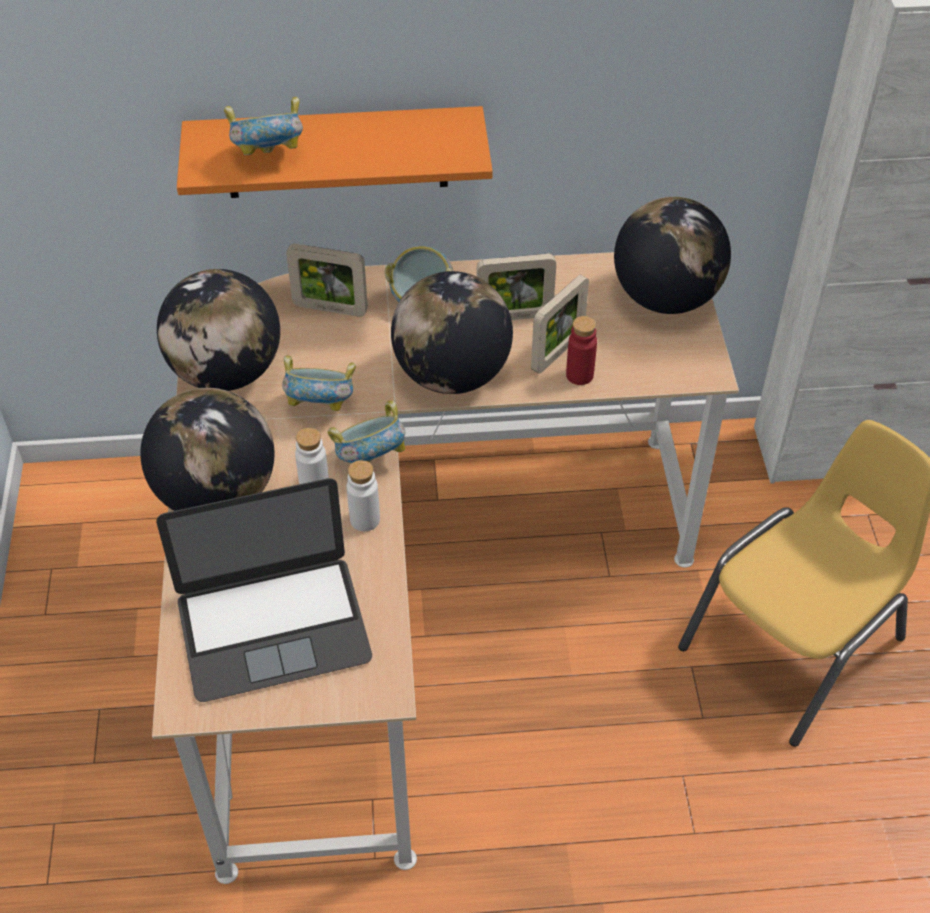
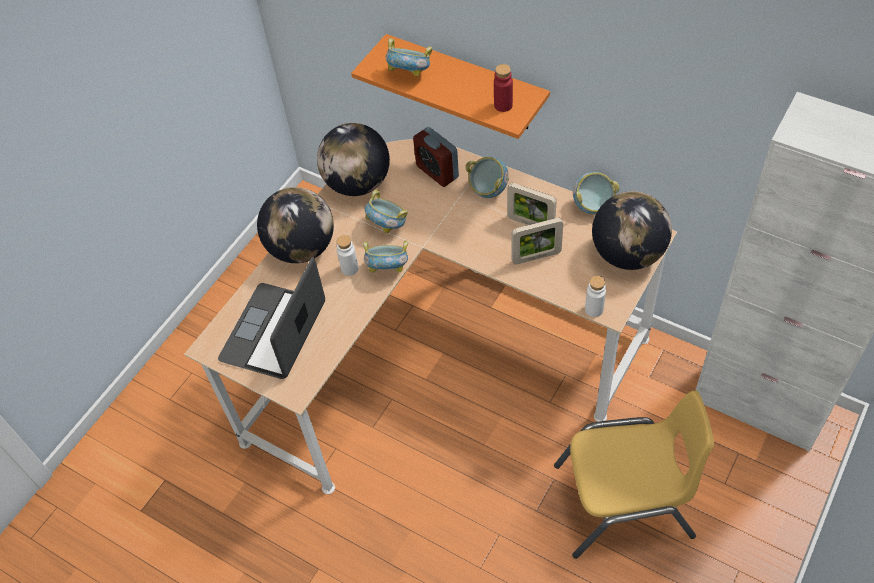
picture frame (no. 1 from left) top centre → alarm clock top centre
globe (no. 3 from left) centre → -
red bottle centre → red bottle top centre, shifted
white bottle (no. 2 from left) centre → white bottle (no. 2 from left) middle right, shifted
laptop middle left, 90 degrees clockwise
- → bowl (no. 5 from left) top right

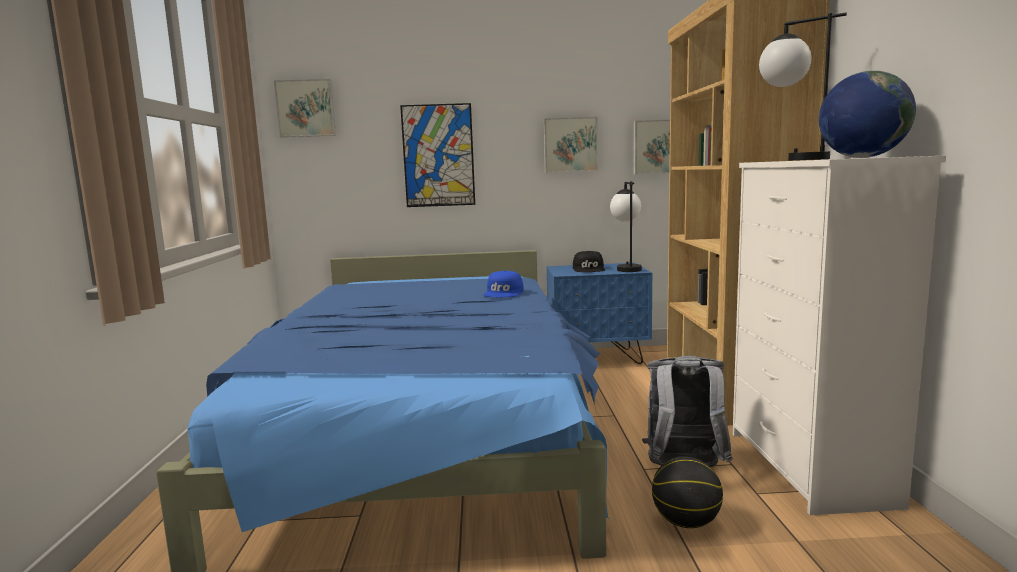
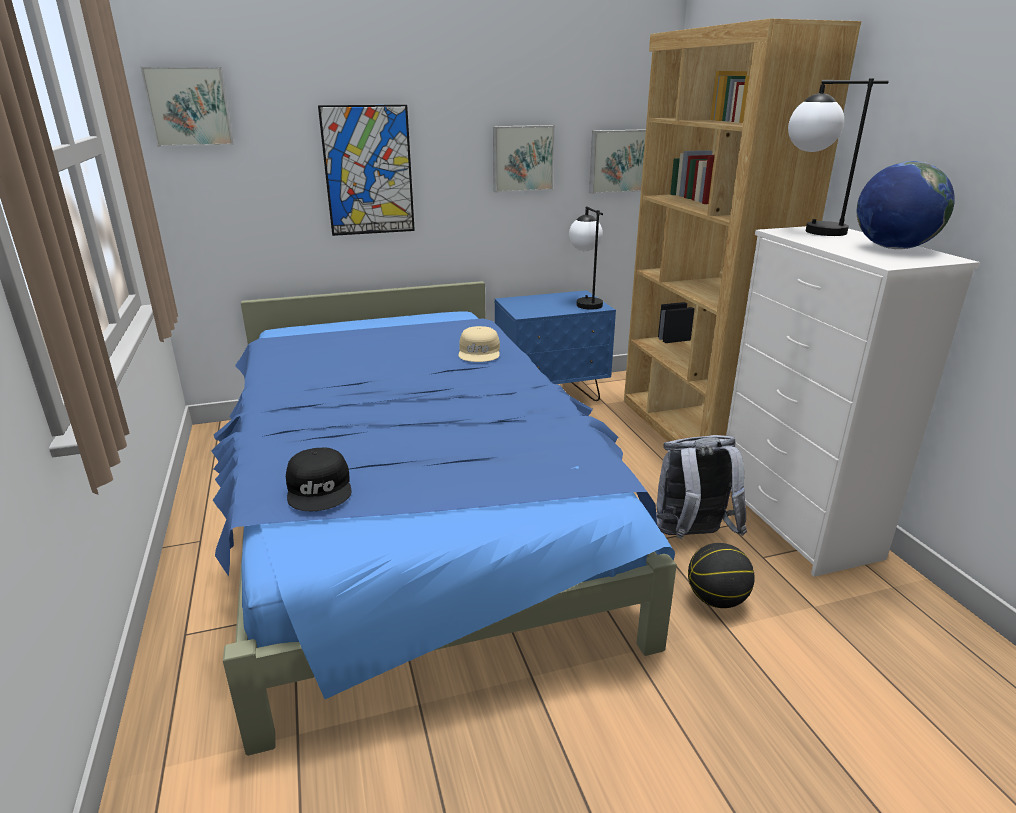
black cap centre → black cap middle left, shifted
blue cap centre → beige cap centre

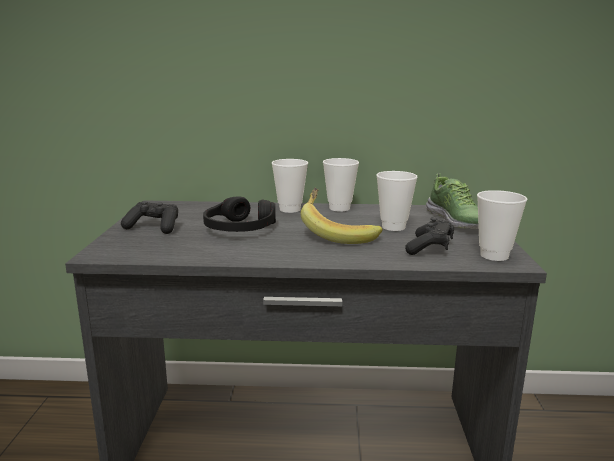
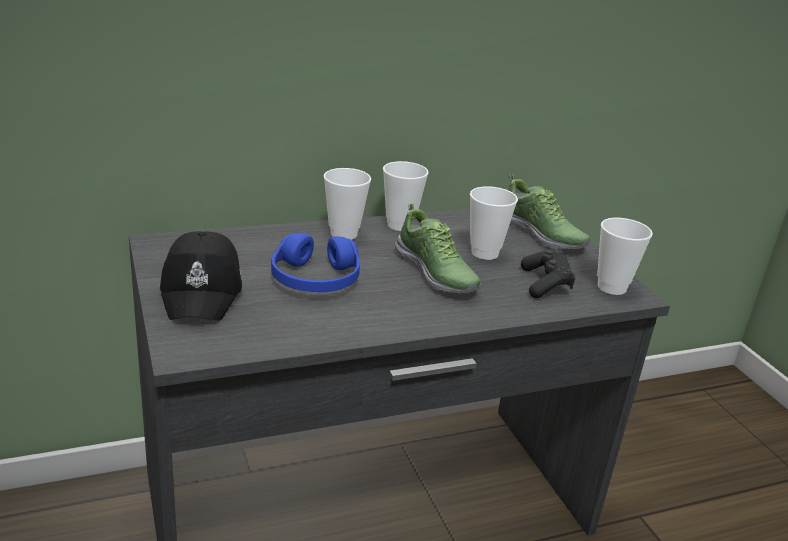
banana centre → shoe (no. 1 from left) centre
black headphones centre → blue headphones centre
black game controller (no. 1 from left) middle left → black cap middle left

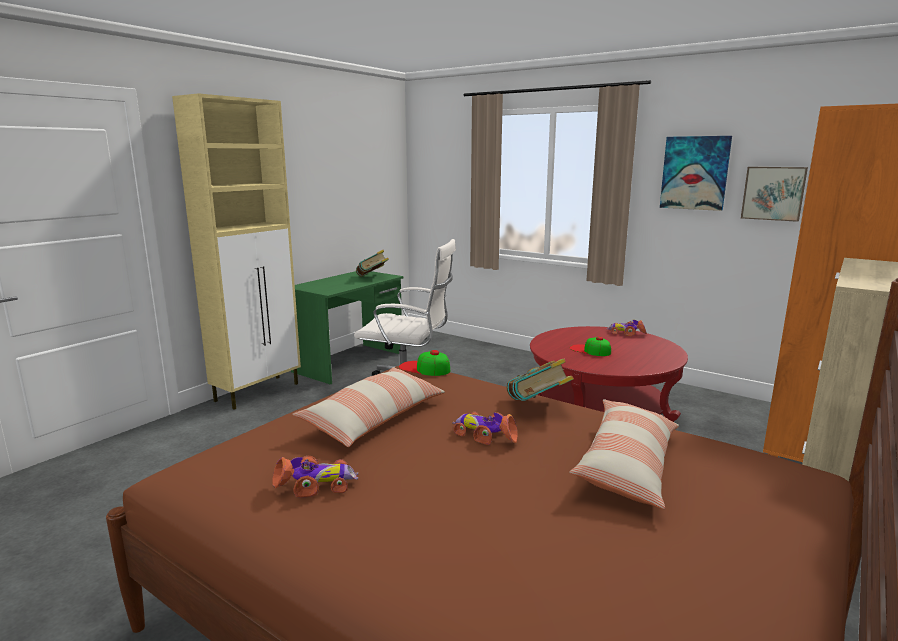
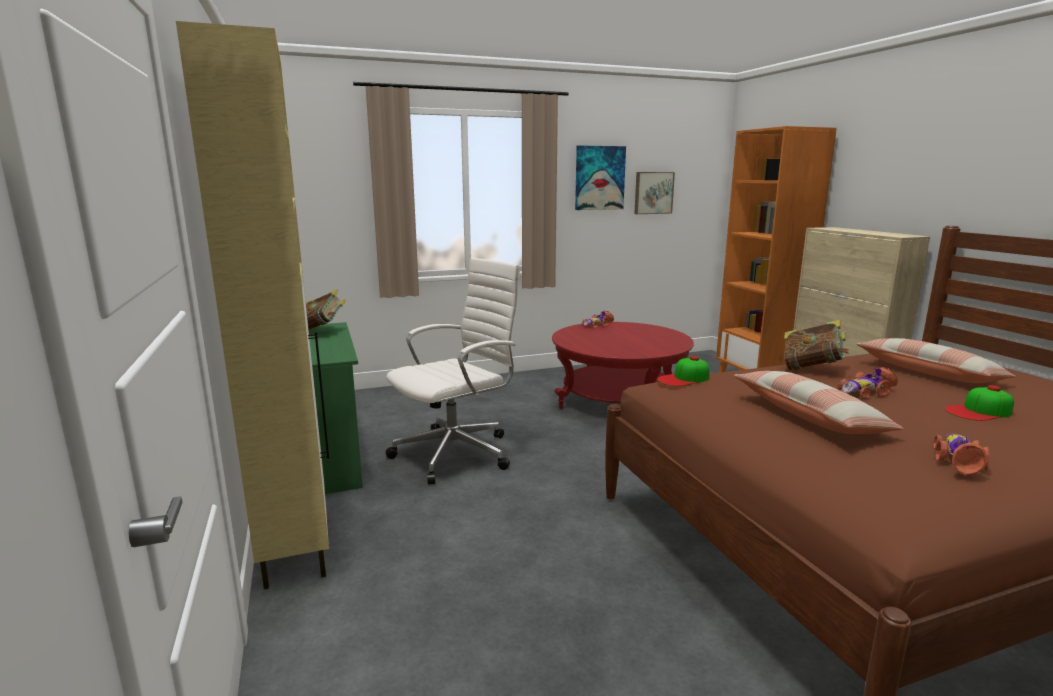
cap (no. 2 from left) centre → cap (no. 2 from left) middle right, shifted

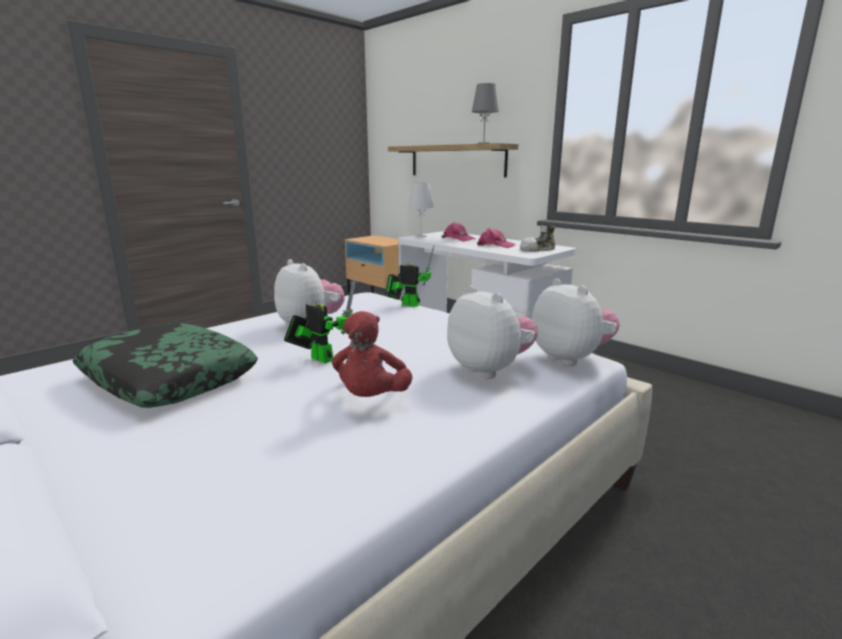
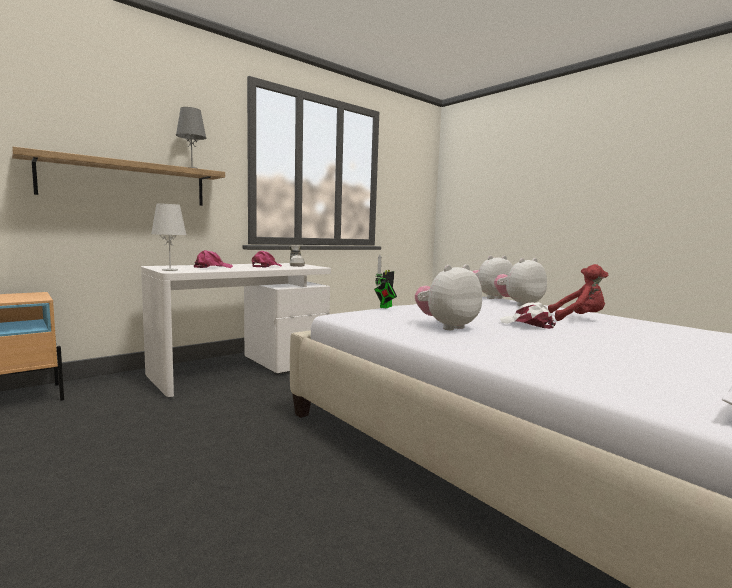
toy robot (no. 1 from left) centre → white cap middle right
pillow middle left → -

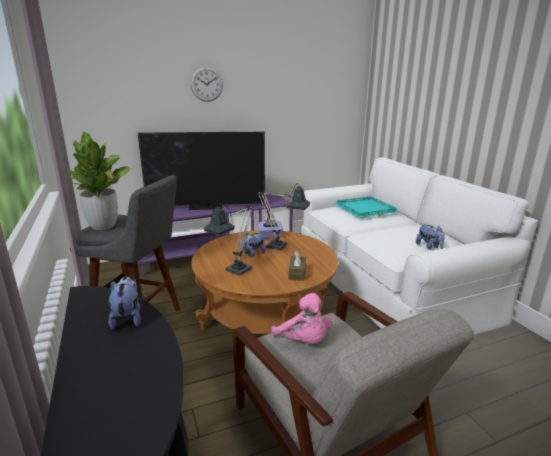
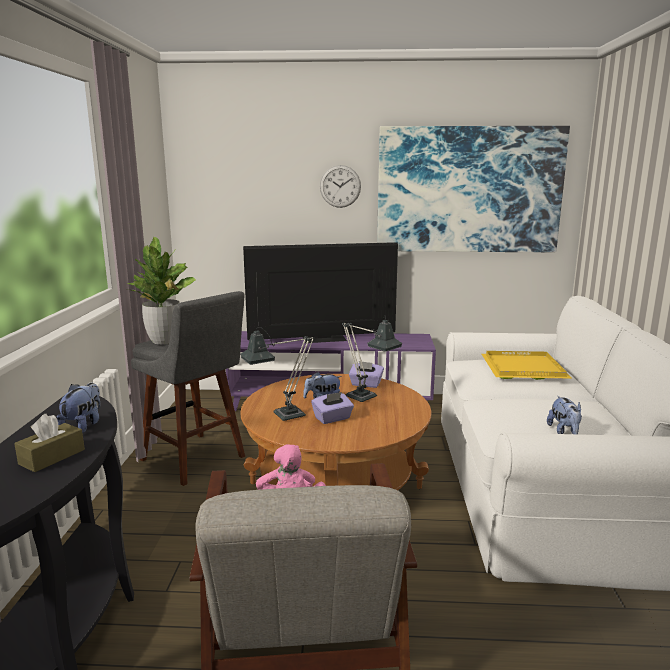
television centre, 150 degrees clockwise
turquoise tray centre → yellow tray middle right
brown tissue box centre → brown tissue box middle left, shifted
- → picture top right
- → purple tissue box (no. 1 from left) centre

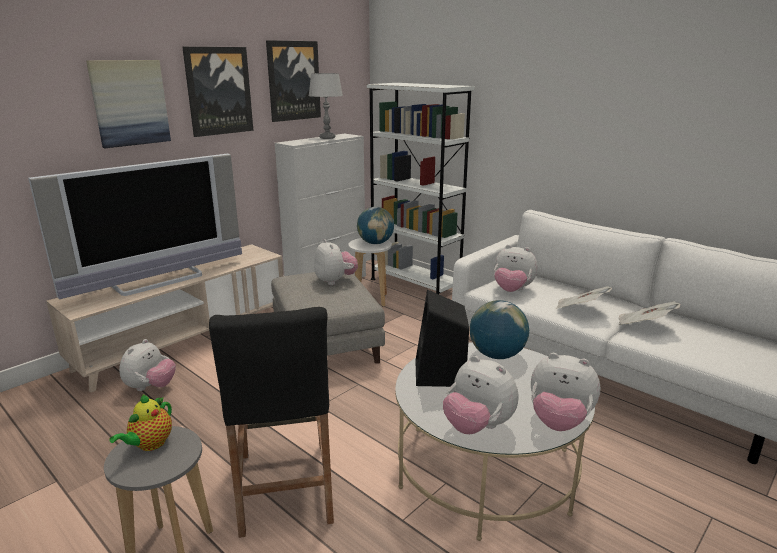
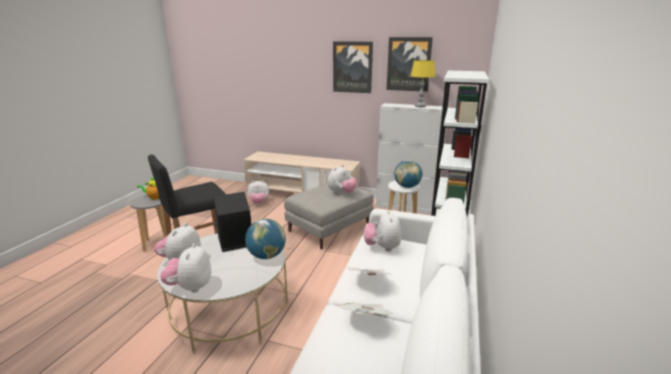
picture (no. 1 from left) top left → -
grey table lamp top centre → yellow table lamp top centre
television middle left → -

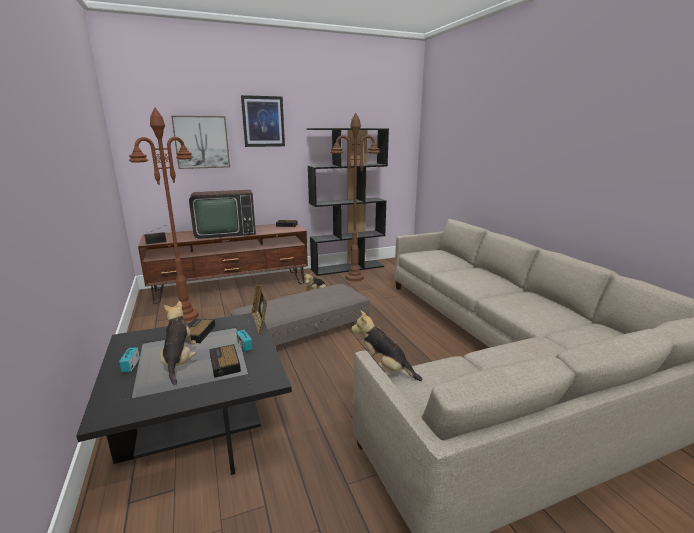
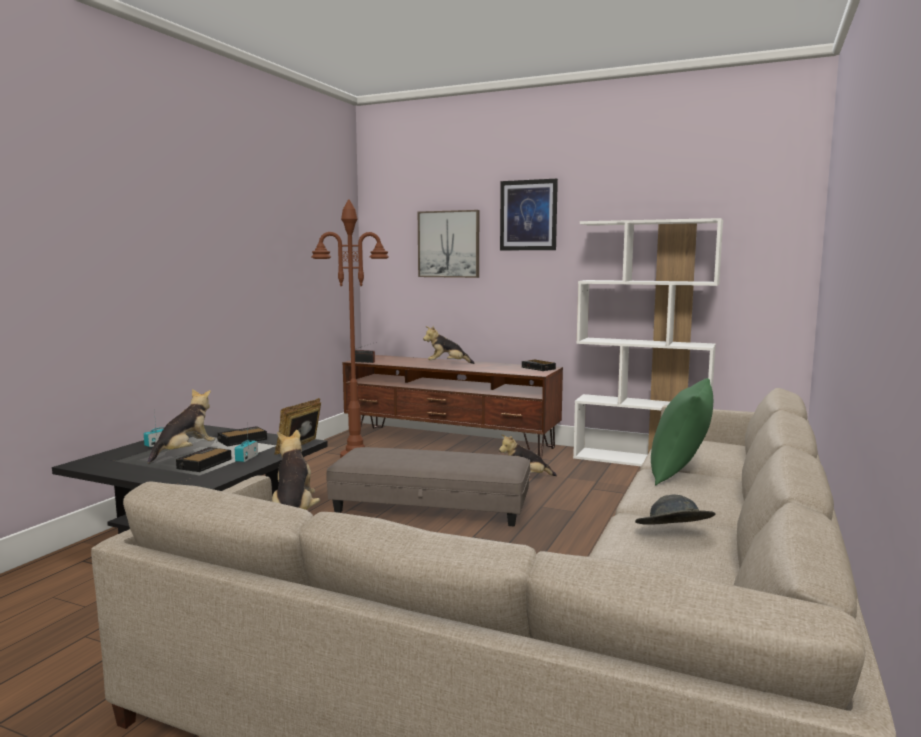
brown floor lamp (no. 2 from left) centre → -
black bookcase centre → white bookcase middle right
television middle left → plush toy (no. 3 from left) centre
- → green pillow middle right
- → grey hat bottom right

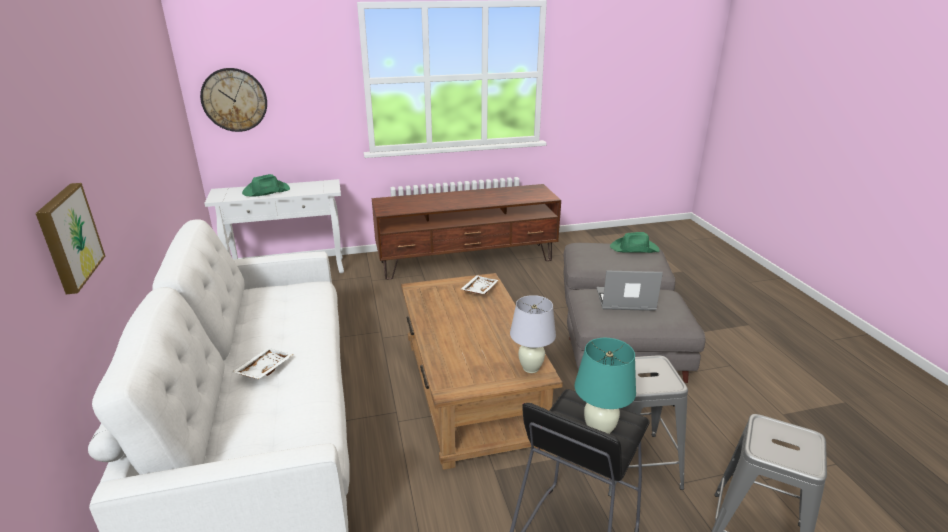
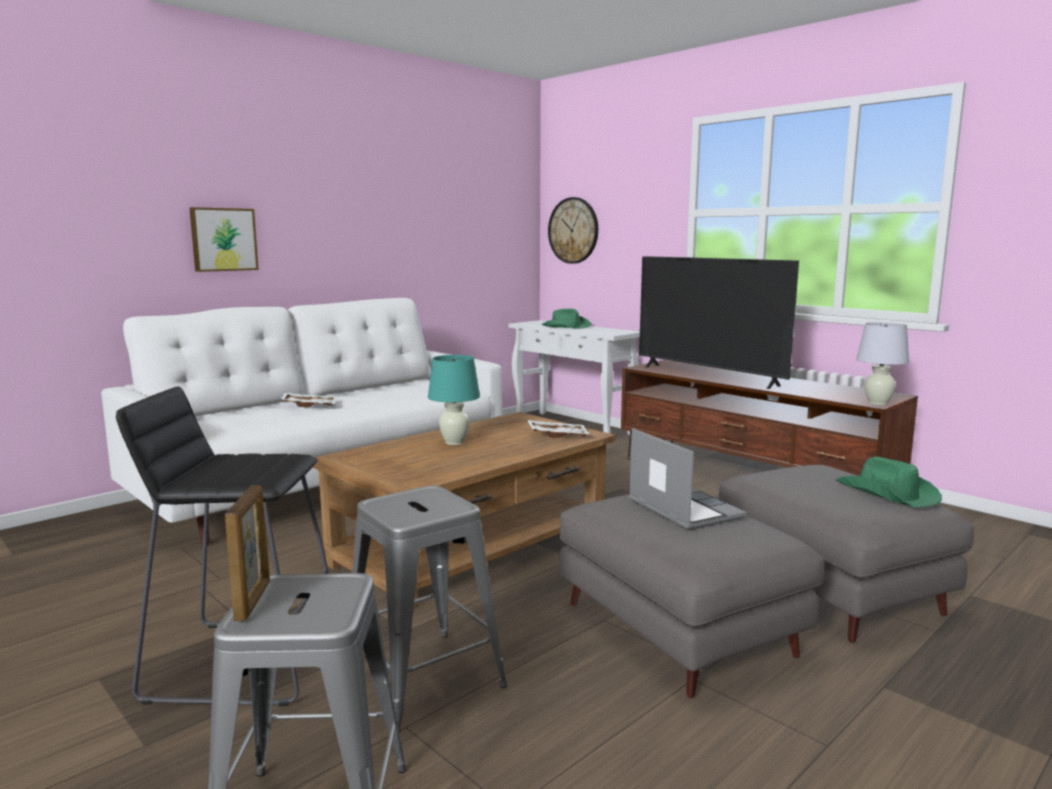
white table lamp centre → white table lamp middle right, shifted
turquoise table lamp bottom centre → turquoise table lamp centre, shifted
- → television middle right
- → picture frame bottom left

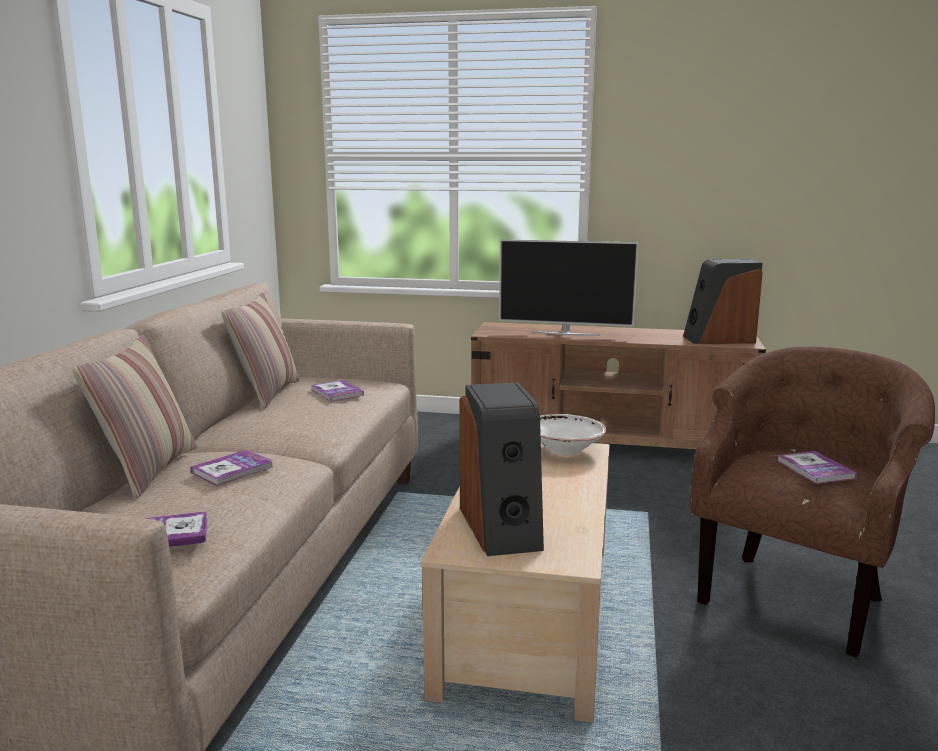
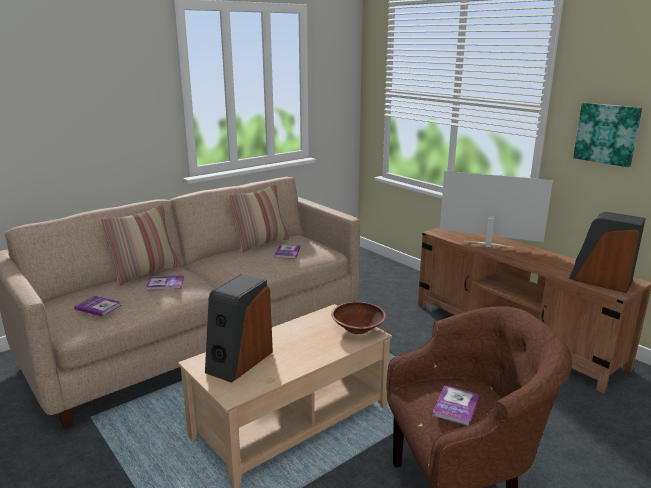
television centre → television middle right, 150 degrees clockwise
white bowl centre → brown bowl centre
- → picture top right

